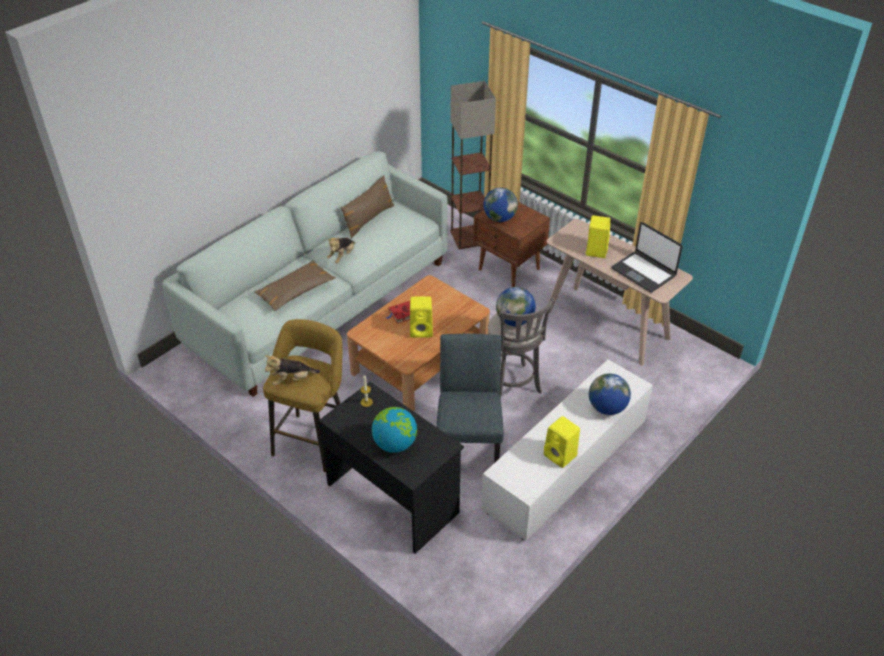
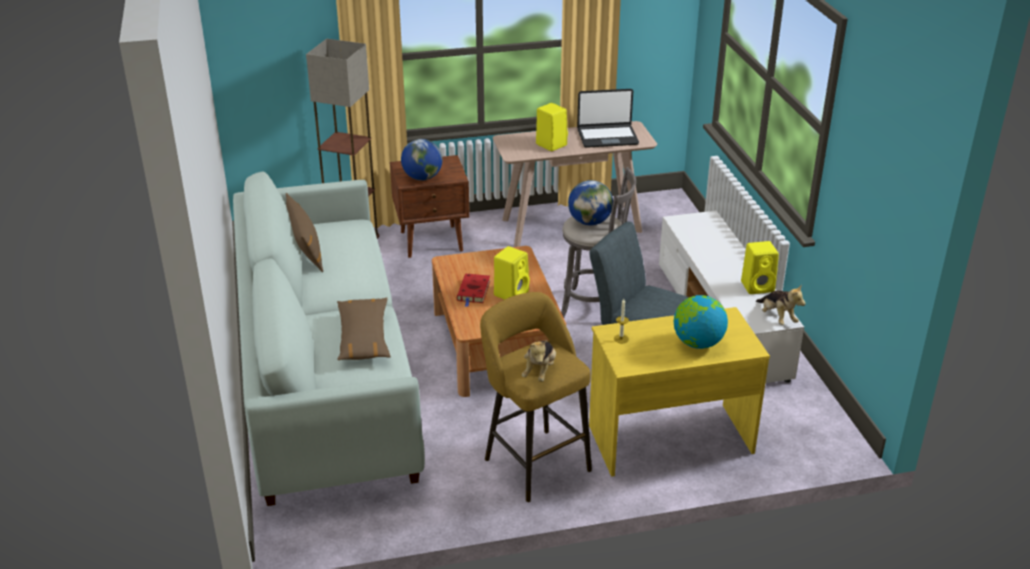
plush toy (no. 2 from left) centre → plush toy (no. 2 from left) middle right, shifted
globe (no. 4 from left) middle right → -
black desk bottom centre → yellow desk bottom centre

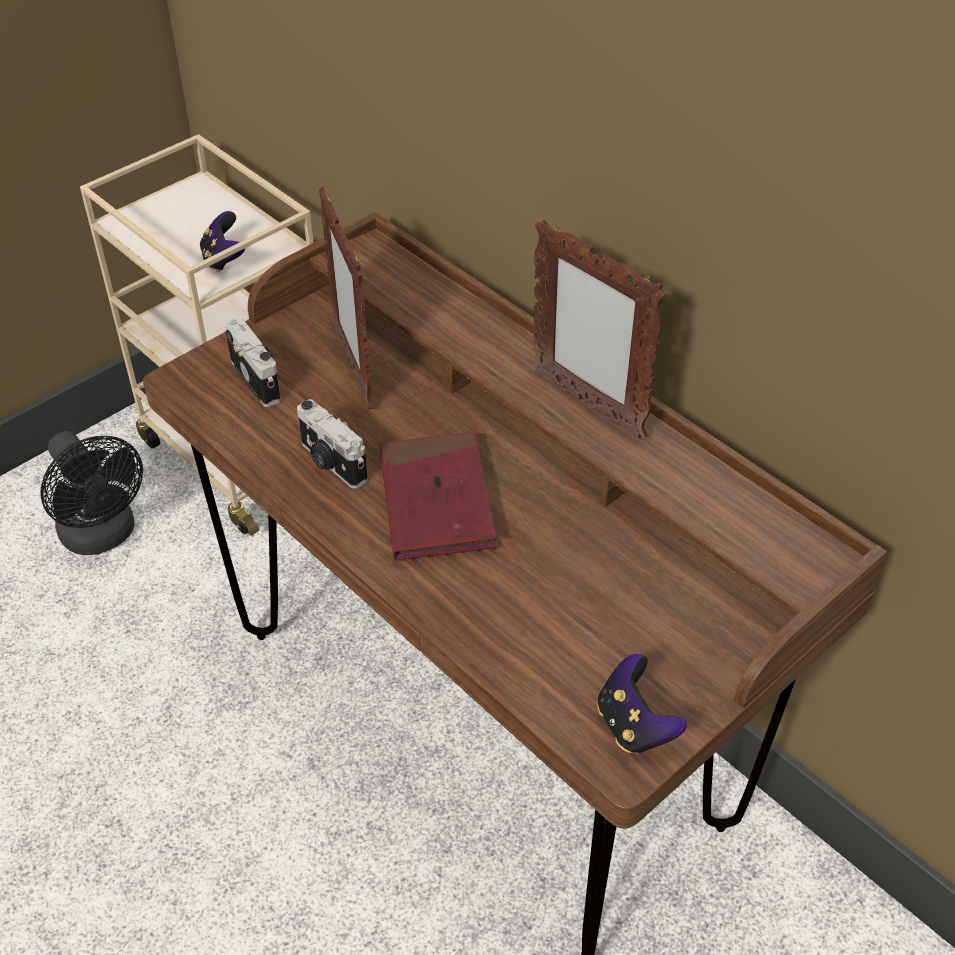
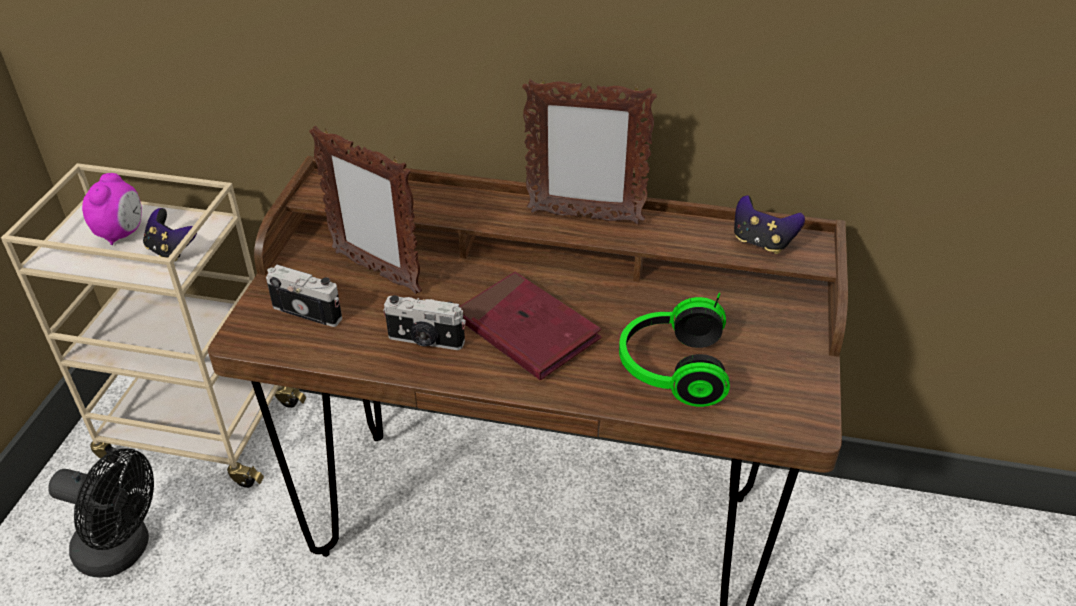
game controller (no. 2 from left) bottom right → game controller (no. 2 from left) middle right, shifted
- → alarm clock middle left
- → headphones centre

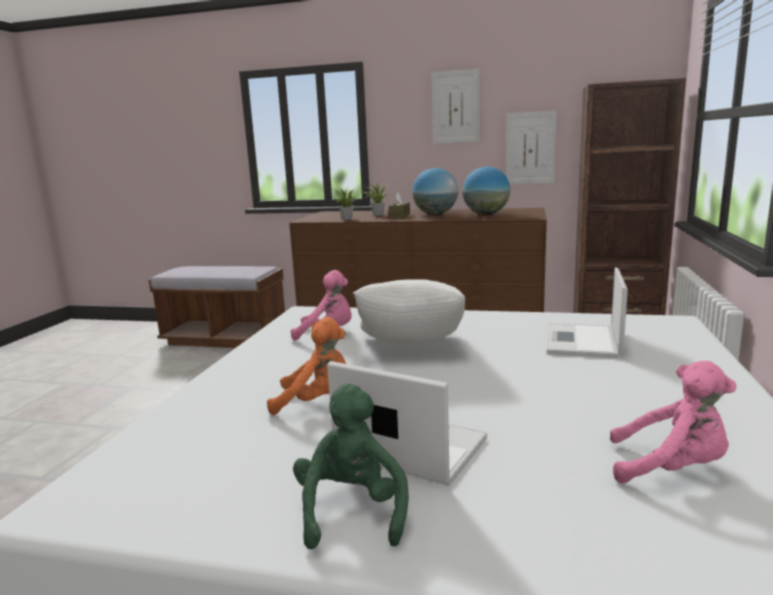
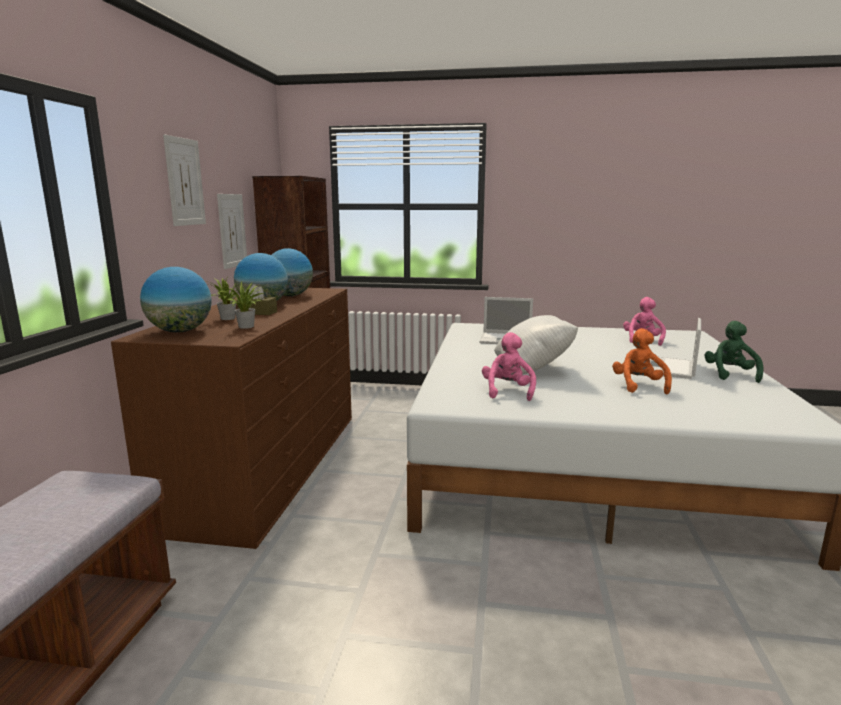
green plush toy bottom centre → green plush toy middle right, 105 degrees clockwise
- → globe (no. 1 from left) middle left

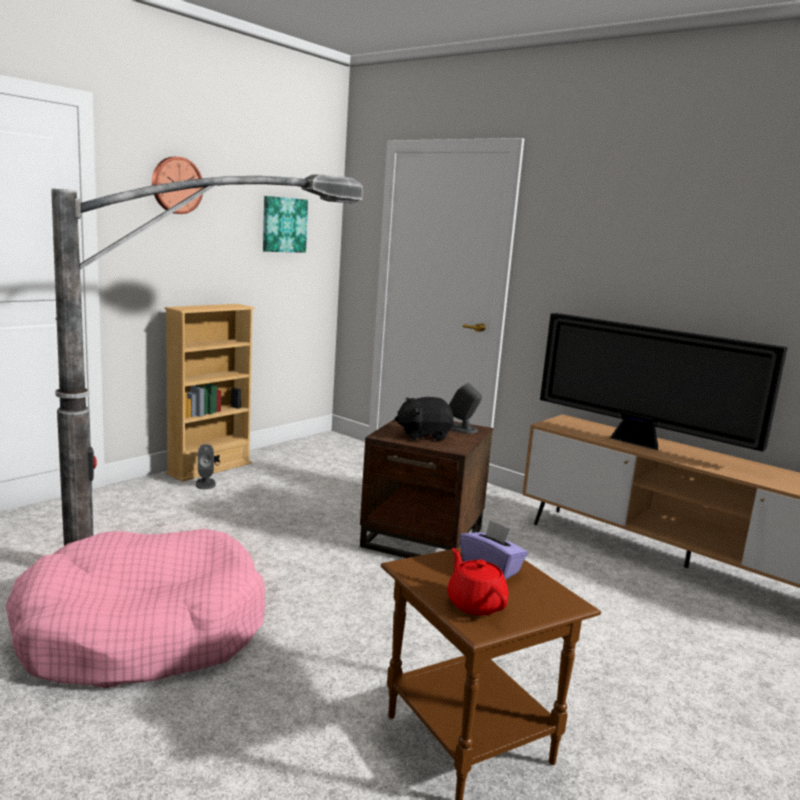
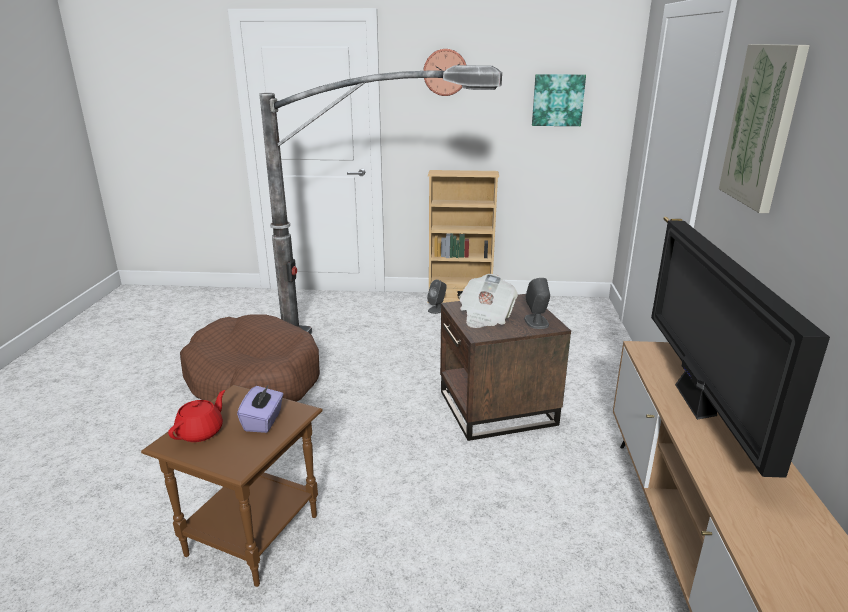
black plush toy centre → newspaper centre
pink dog bed bottom left → brown dog bed middle left
- → picture (no. 2 from left) top right

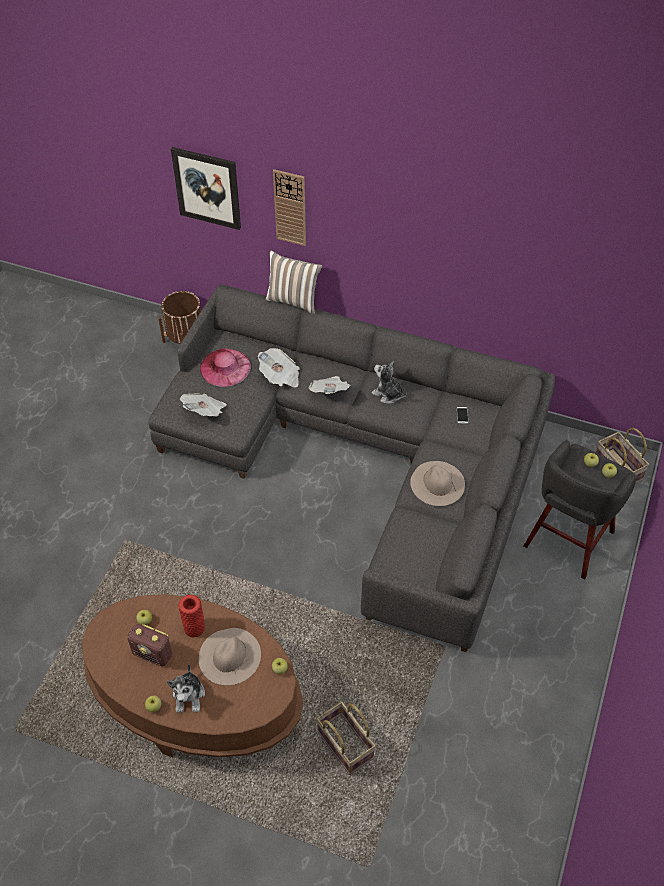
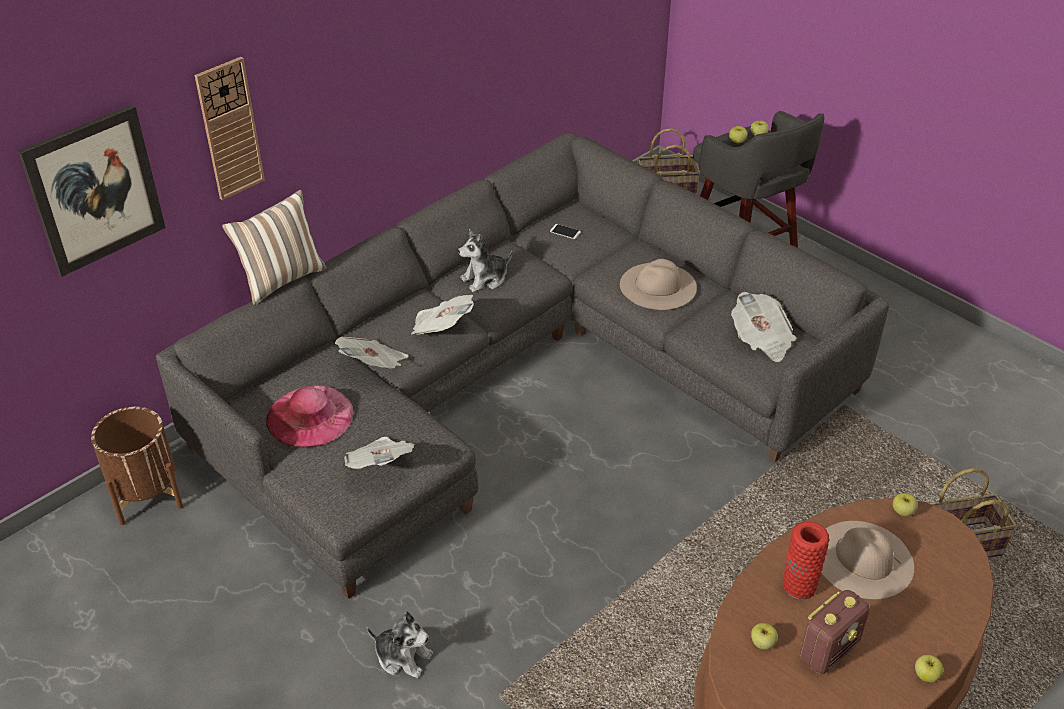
plush toy (no. 1 from left) bottom left → plush toy (no. 1 from left) bottom centre, shifted
- → newspaper (no. 4 from left) middle right

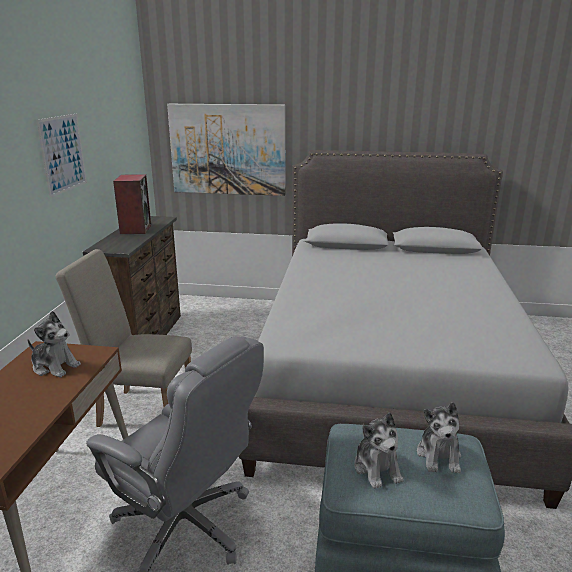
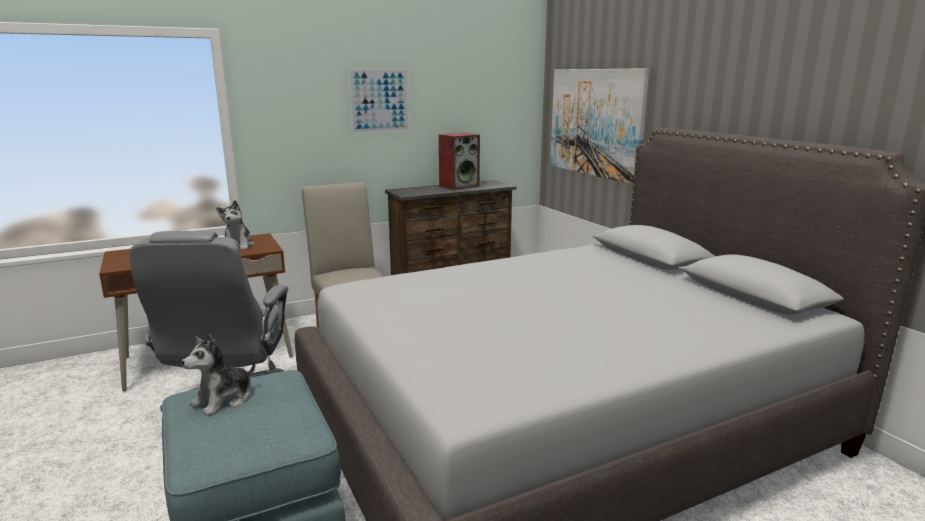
plush toy (no. 3 from left) bottom right → -

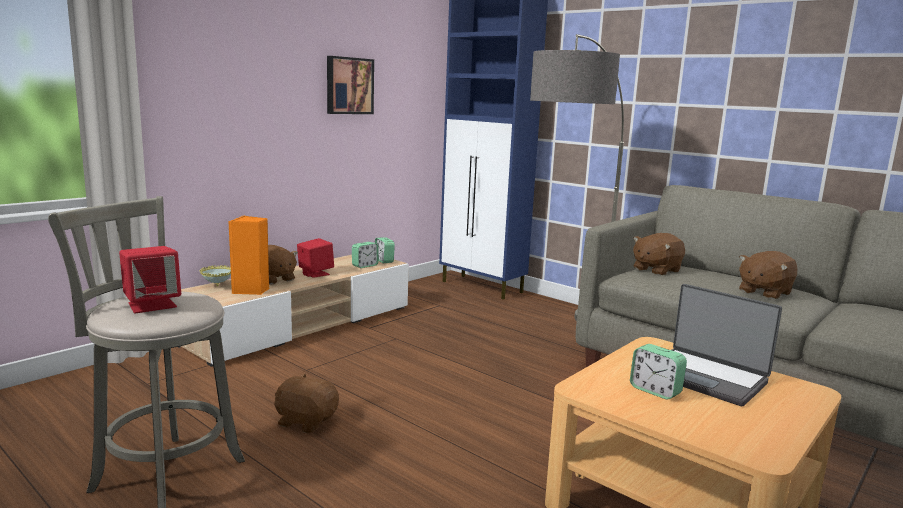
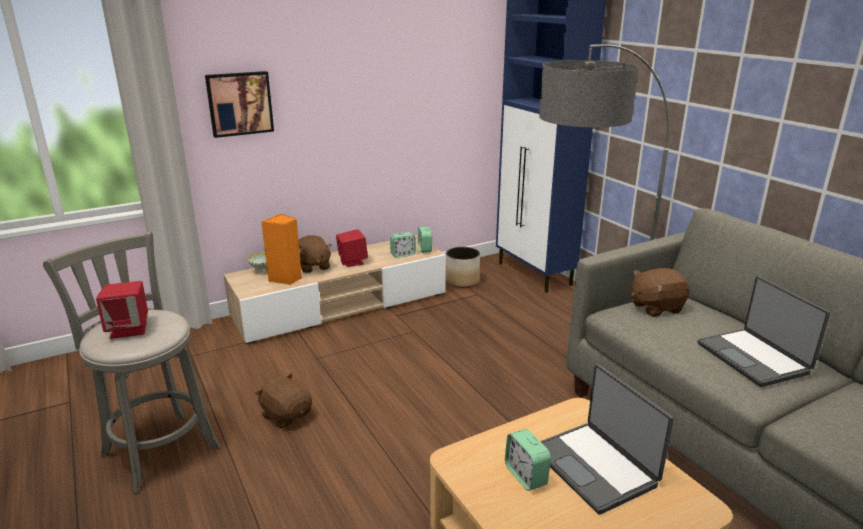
picture top centre → picture top left, shifted
brown plush toy (no. 4 from left) middle right → laptop (no. 2 from left) middle right
- → planter centre

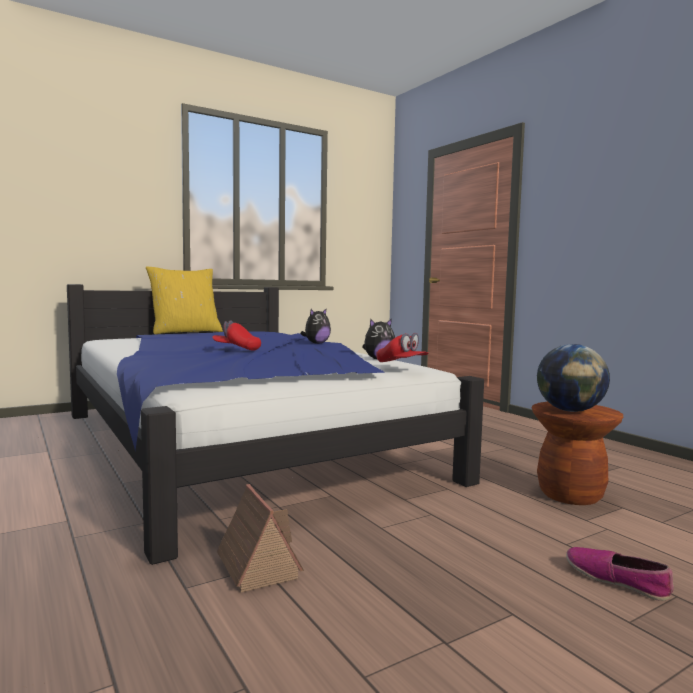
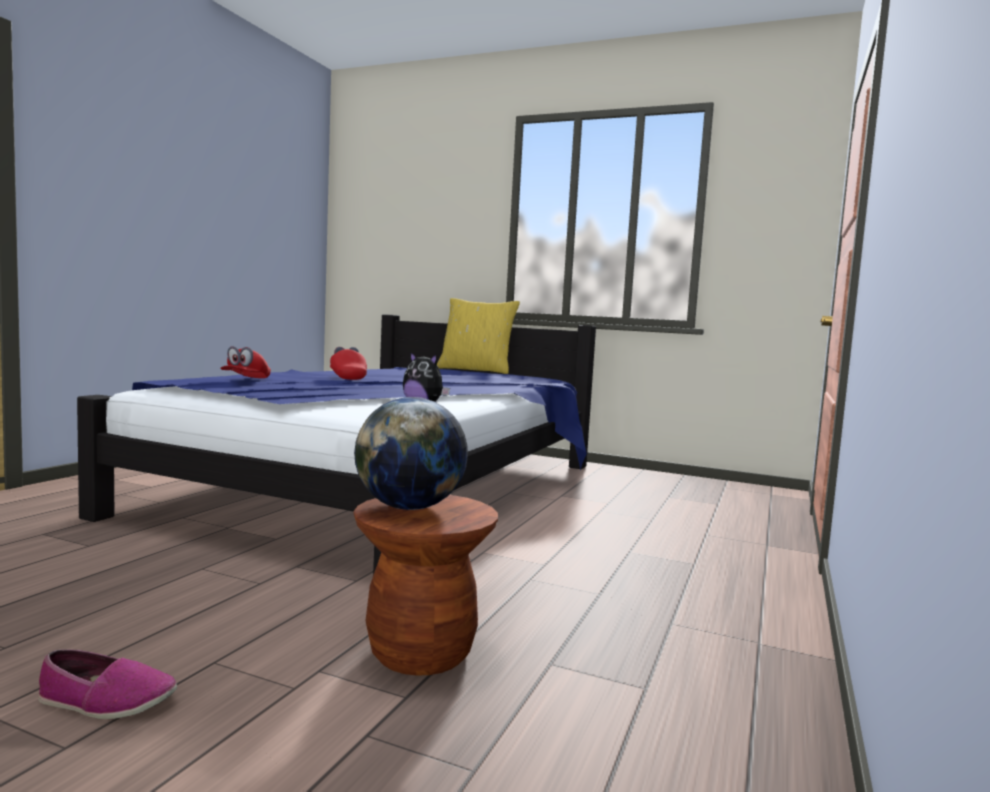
plush toy (no. 1 from left) centre → -
red cap (no. 2 from left in the first image) centre → red cap (no. 1 from left) middle left, shifted
toy house bottom centre → -
shoe bottom right → shoe bottom left, 90 degrees clockwise

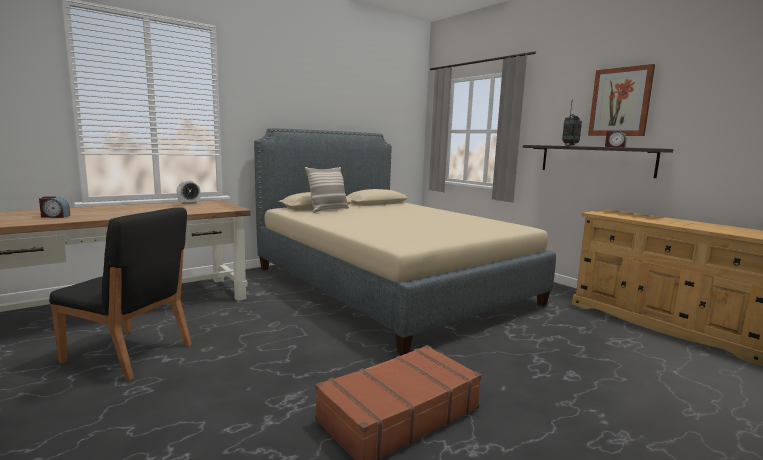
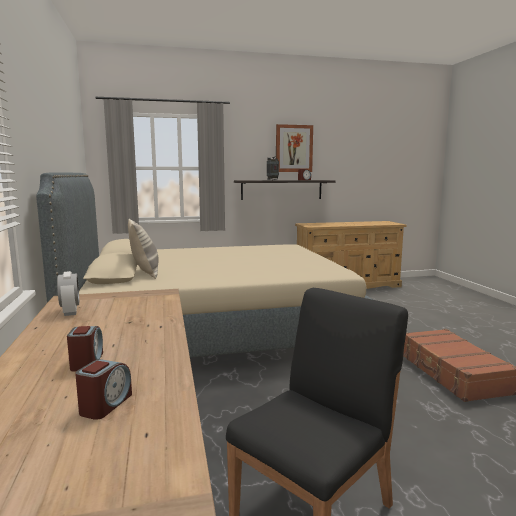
- → alarm clock (no. 2 from left) bottom left

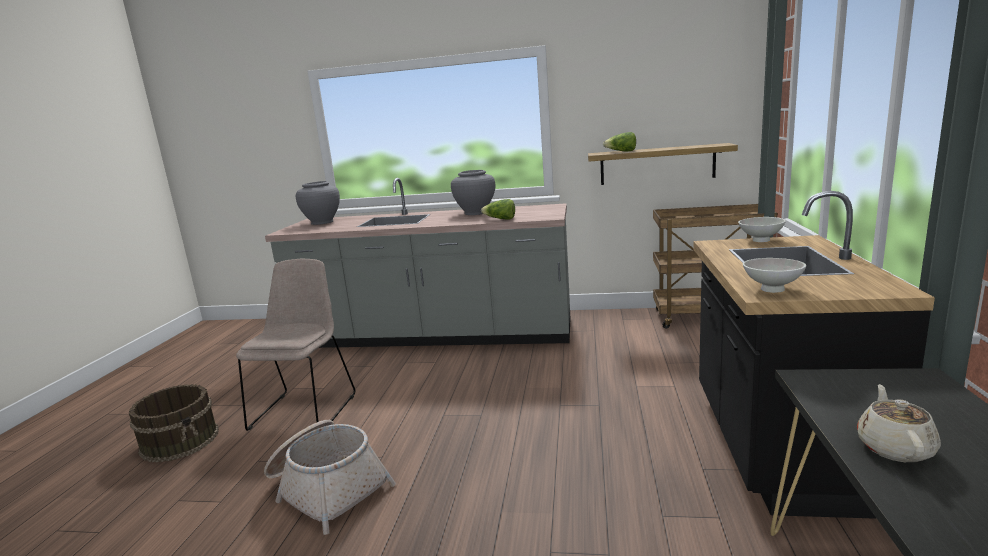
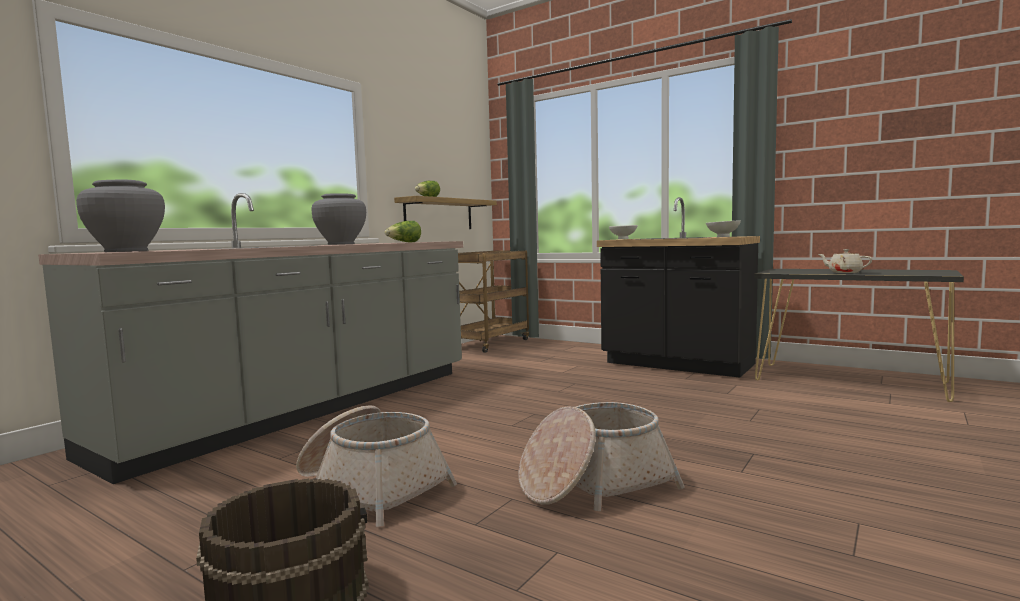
beige chair middle left → basket (no. 1 from left) bottom centre

